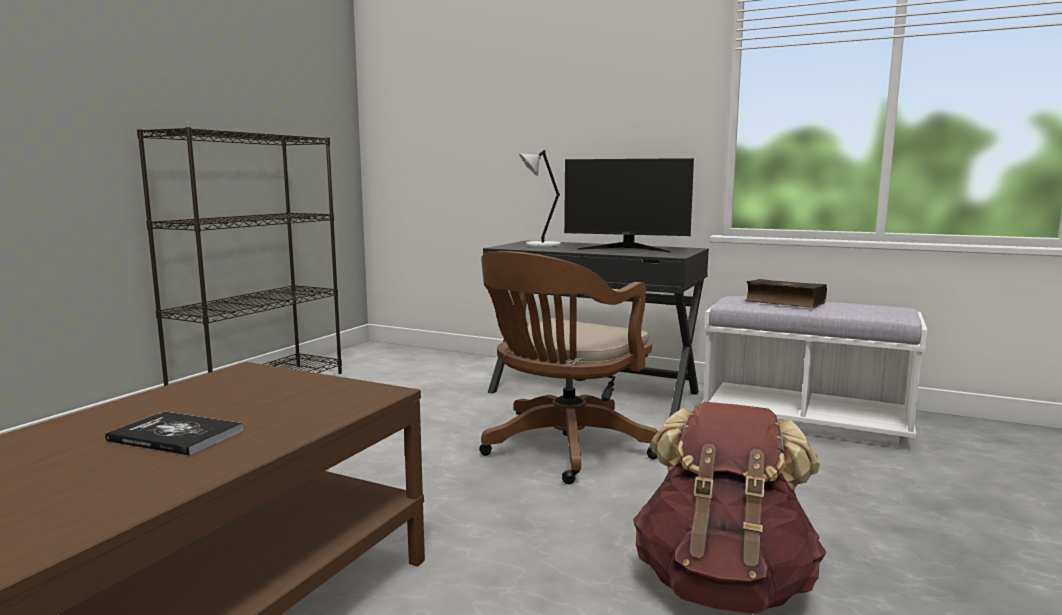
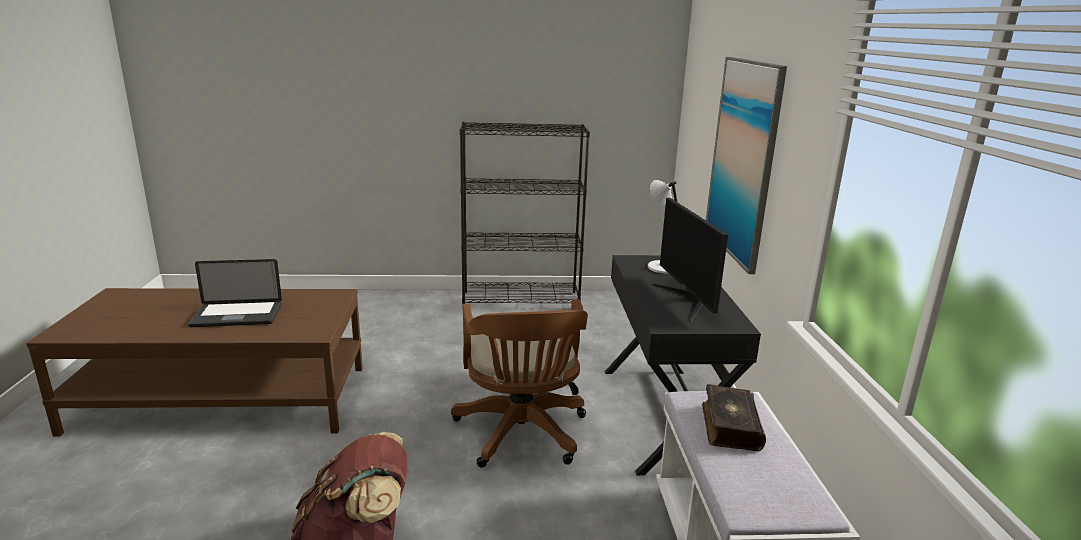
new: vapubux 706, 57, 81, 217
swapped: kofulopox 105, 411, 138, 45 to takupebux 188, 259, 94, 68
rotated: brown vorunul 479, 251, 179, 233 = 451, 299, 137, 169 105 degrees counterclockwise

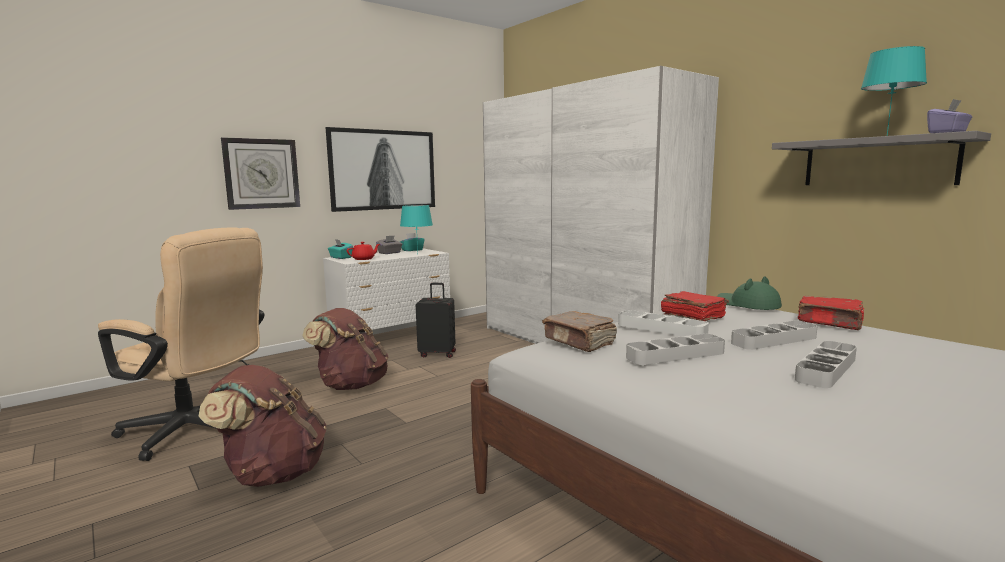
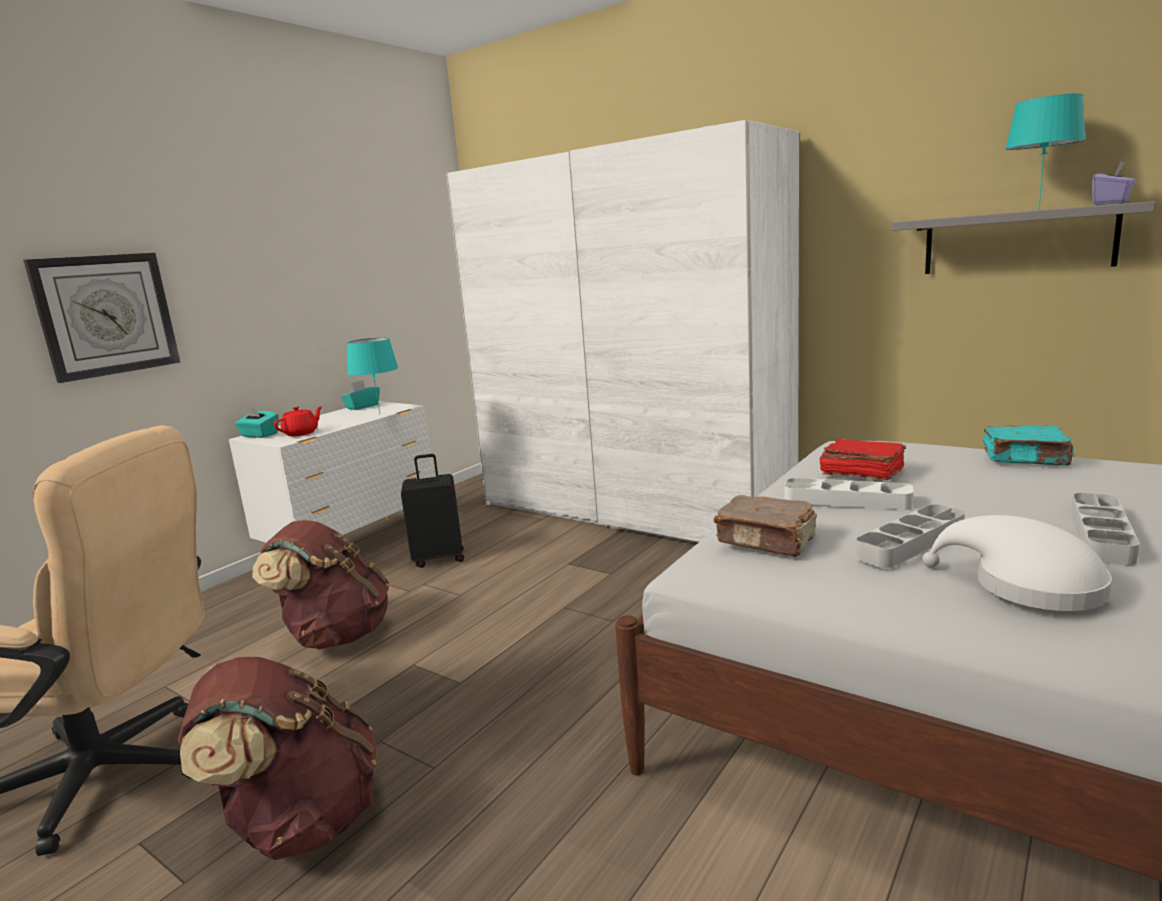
gone: vapubux 326, 127, 109, 85; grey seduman 376, 235, 26, 19; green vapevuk 717, 276, 65, 34; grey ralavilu 731, 321, 86, 29
new: white vapevuk 922, 515, 190, 96
repainted: red kofulopox 798, 296, 66, 34 to turquoise kofulopox 983, 425, 92, 41

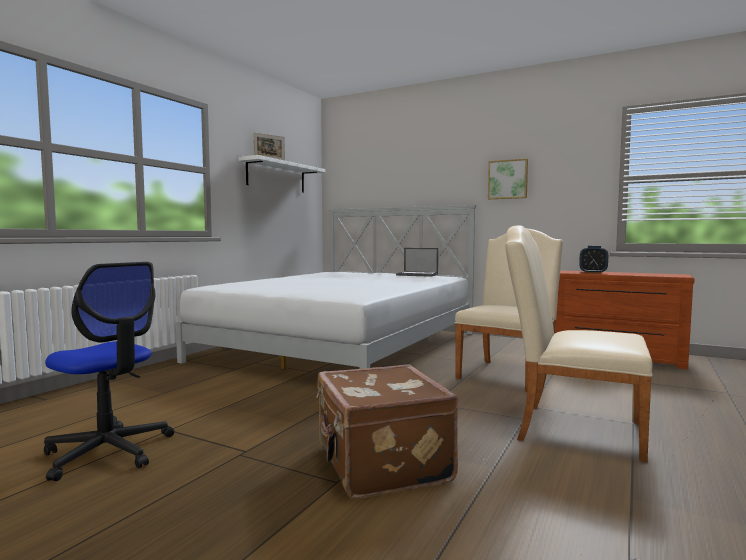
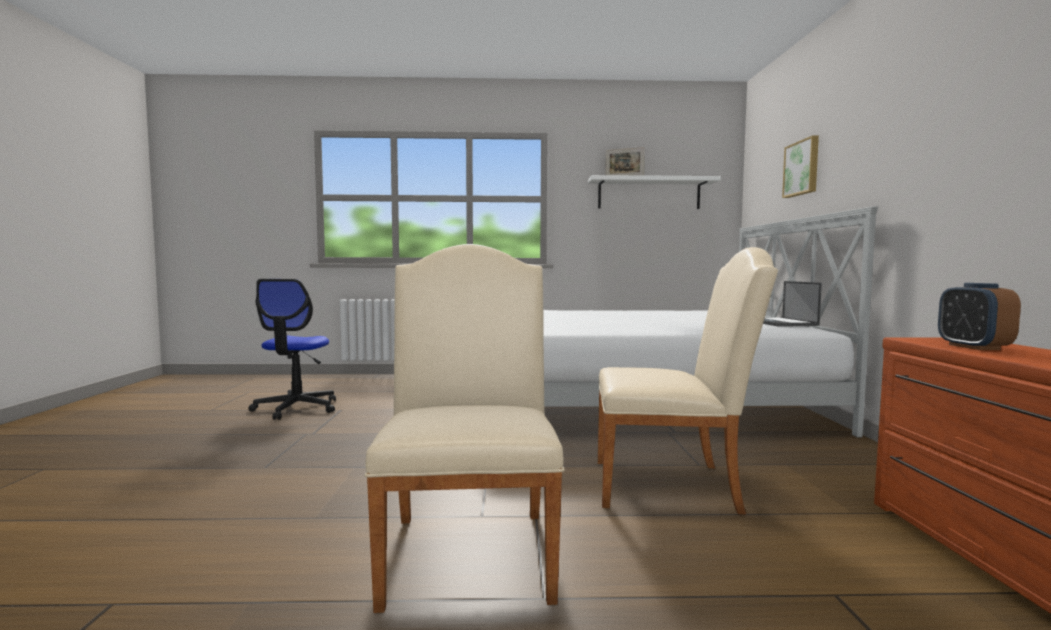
gone: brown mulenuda 316, 364, 142, 135
shifted: vapubux 488, 159, 40, 40 to 782, 135, 37, 63

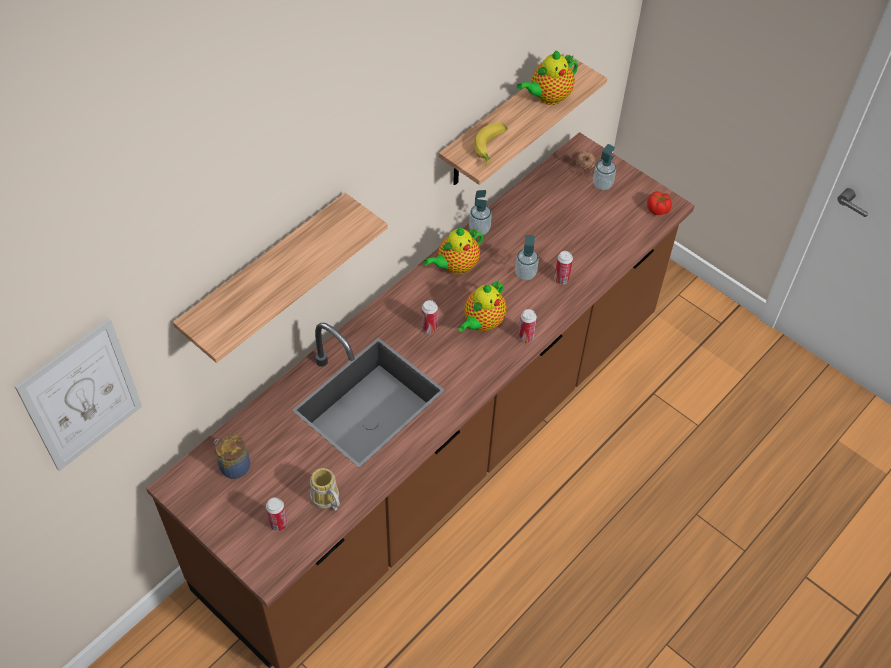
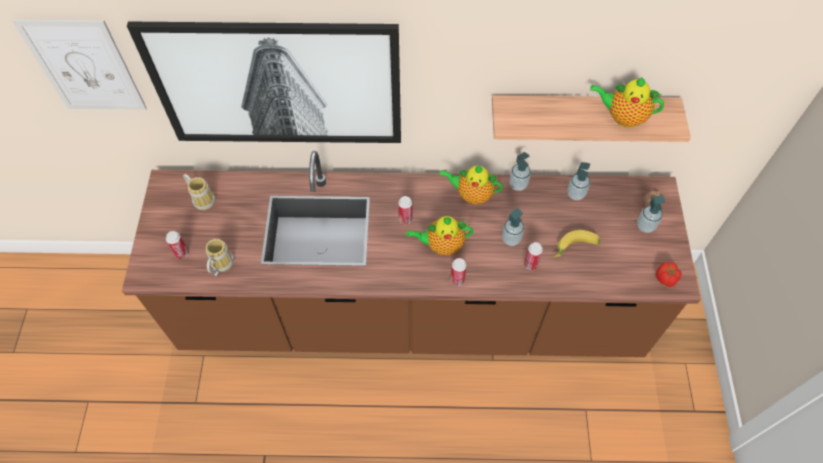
new: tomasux 567, 162, 23, 39
shifted: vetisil 474, 122, 34, 44 to 553, 230, 47, 27
swapped: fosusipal 173, 193, 215, 170 to vapubux 127, 22, 274, 121; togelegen 214, 434, 36, 45 to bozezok 183, 174, 32, 36

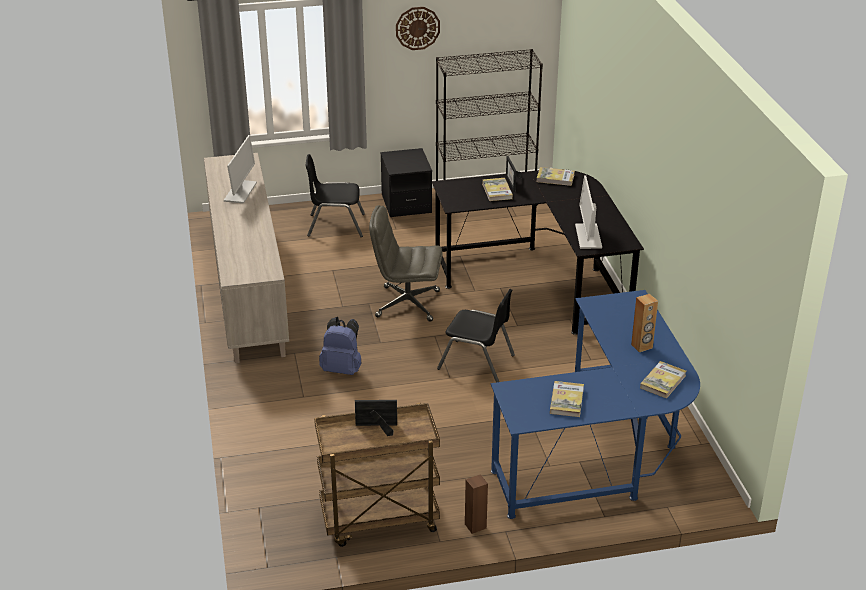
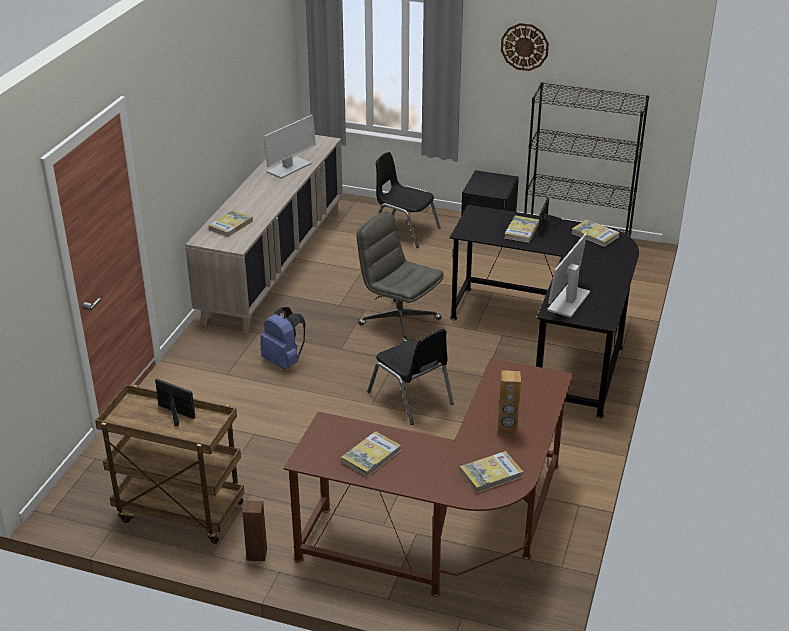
new: kofulopox 208, 210, 45, 27
repainted: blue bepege 491, 290, 209, 229 to brown bepege 284, 358, 289, 239

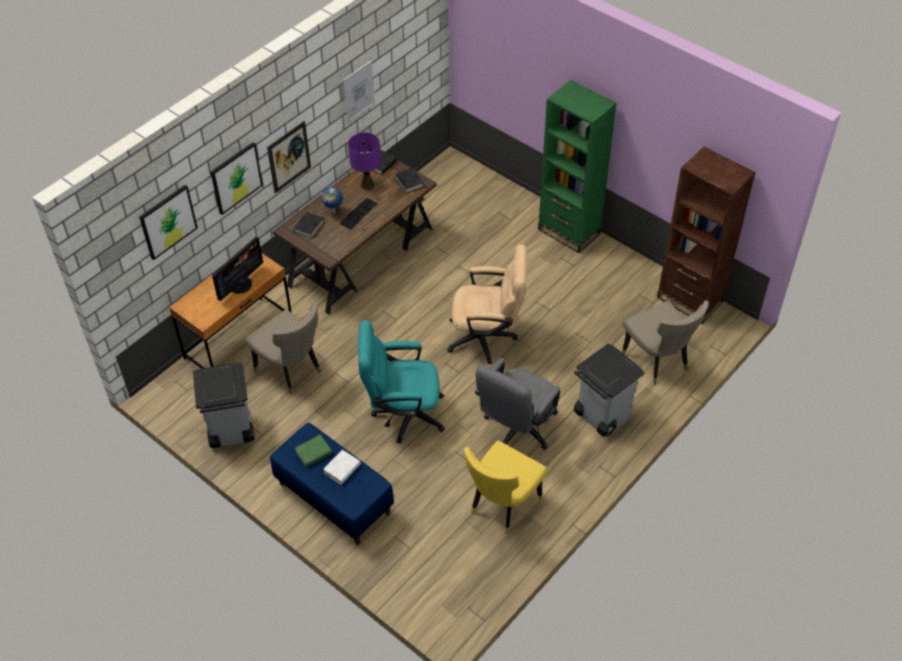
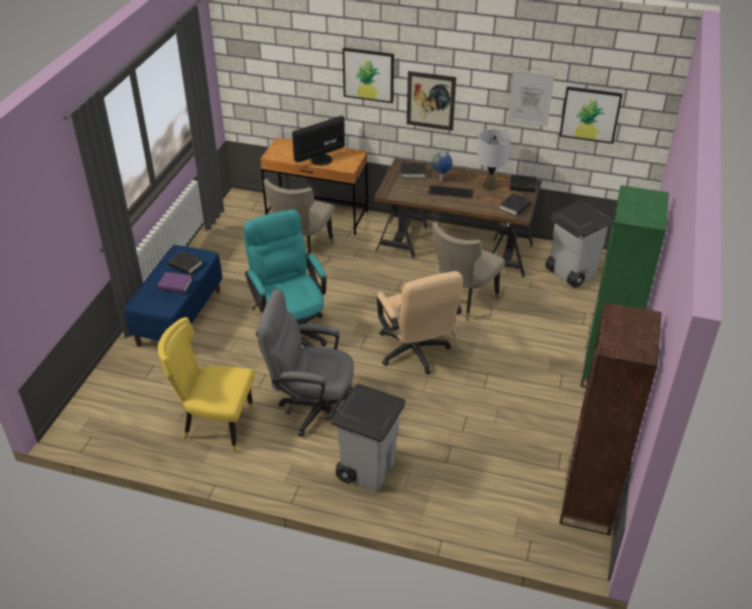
shifted: vapubux 139, 185, 59, 75 to 559, 86, 64, 58; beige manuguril 622, 300, 87, 85 to 432, 222, 73, 99; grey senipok 193, 363, 62, 85 to 545, 200, 68, 88
repainted: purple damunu 348, 133, 33, 57 to grey damunu 477, 129, 34, 61; green kofulopox 295, 435, 37, 32 to black kofulopox 168, 251, 35, 24; white kofulopox 323, 450, 38, 35 to purple kofulopox 158, 272, 34, 21
rotated: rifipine 212, 237, 51, 64 = 292, 116, 53, 50 135 degrees clockwise

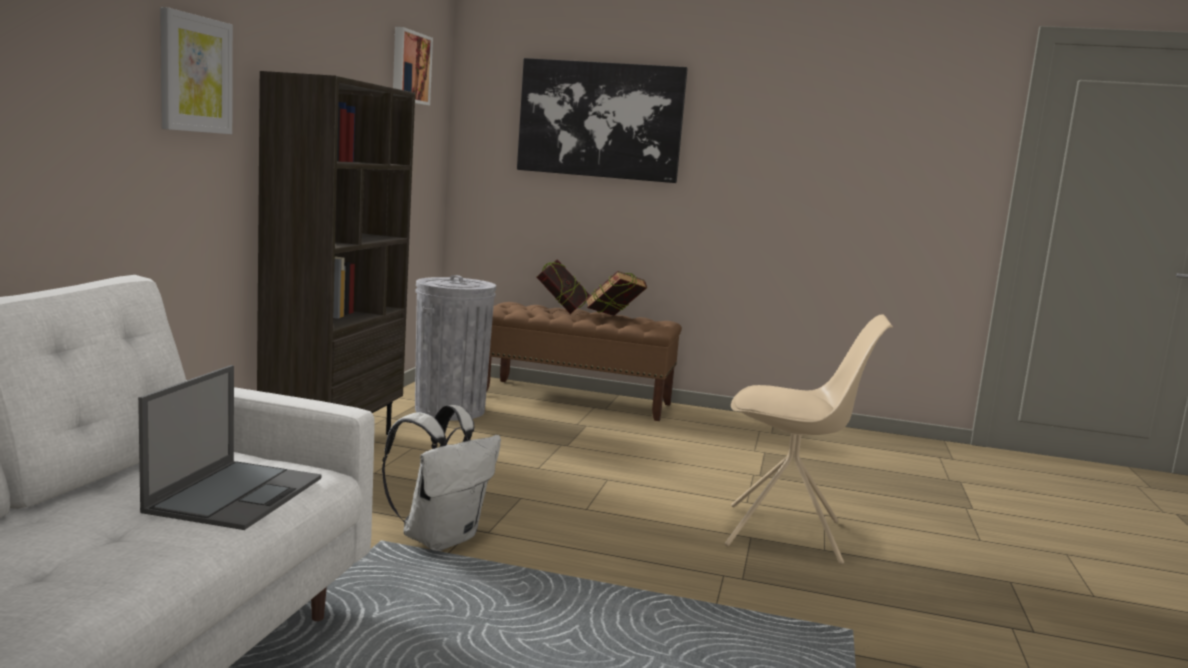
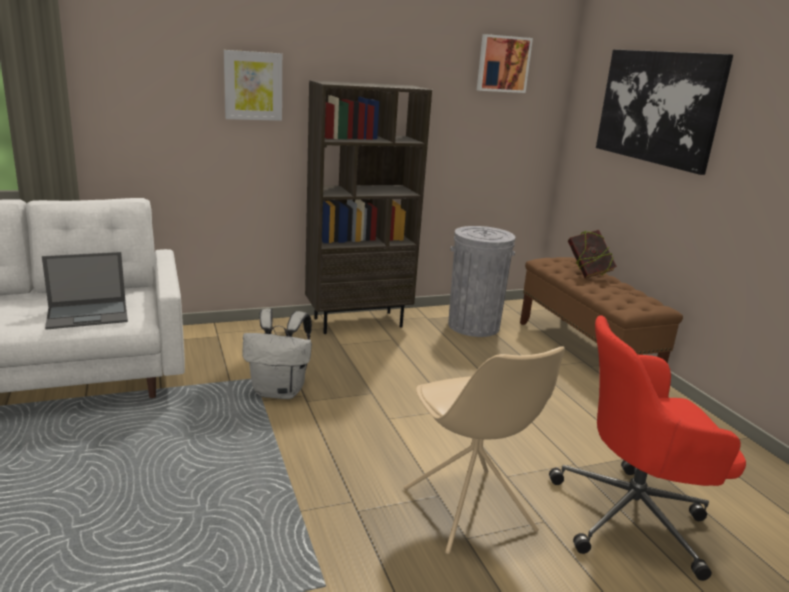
gone: kofulopox 585, 271, 62, 45
new: red vorunul 549, 315, 197, 266

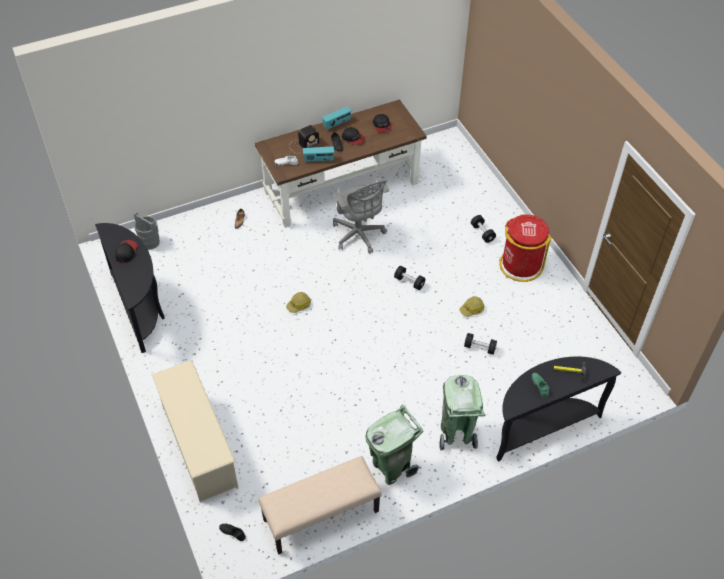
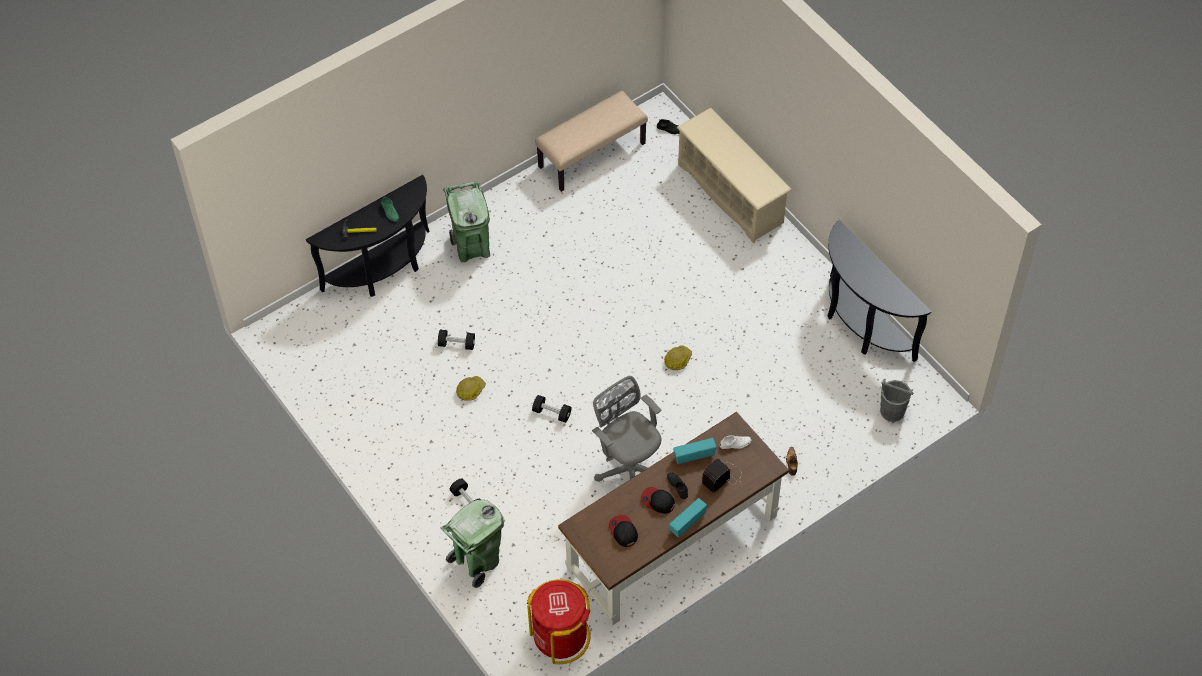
gone: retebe 115, 240, 22, 23
shifted: red senipok 499, 214, 53, 68 to 527, 579, 63, 85; green senipok 366, 405, 57, 80 to 440, 500, 64, 88

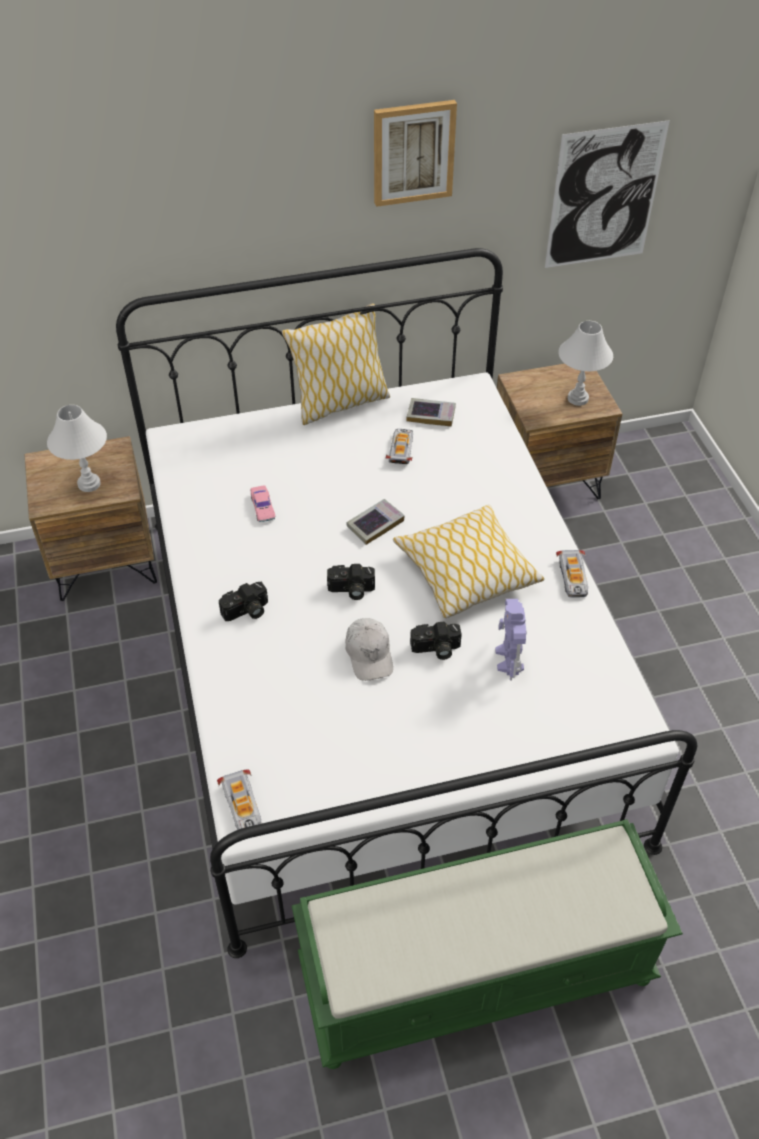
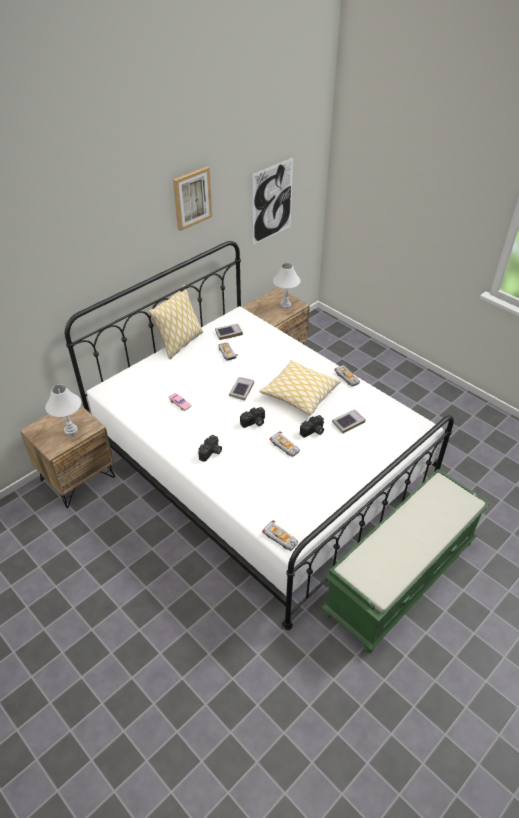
swapped: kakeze 495, 599, 32, 82 to kofulopox 332, 409, 34, 25; white retebe 345, 618, 48, 63 to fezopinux 269, 431, 31, 26

